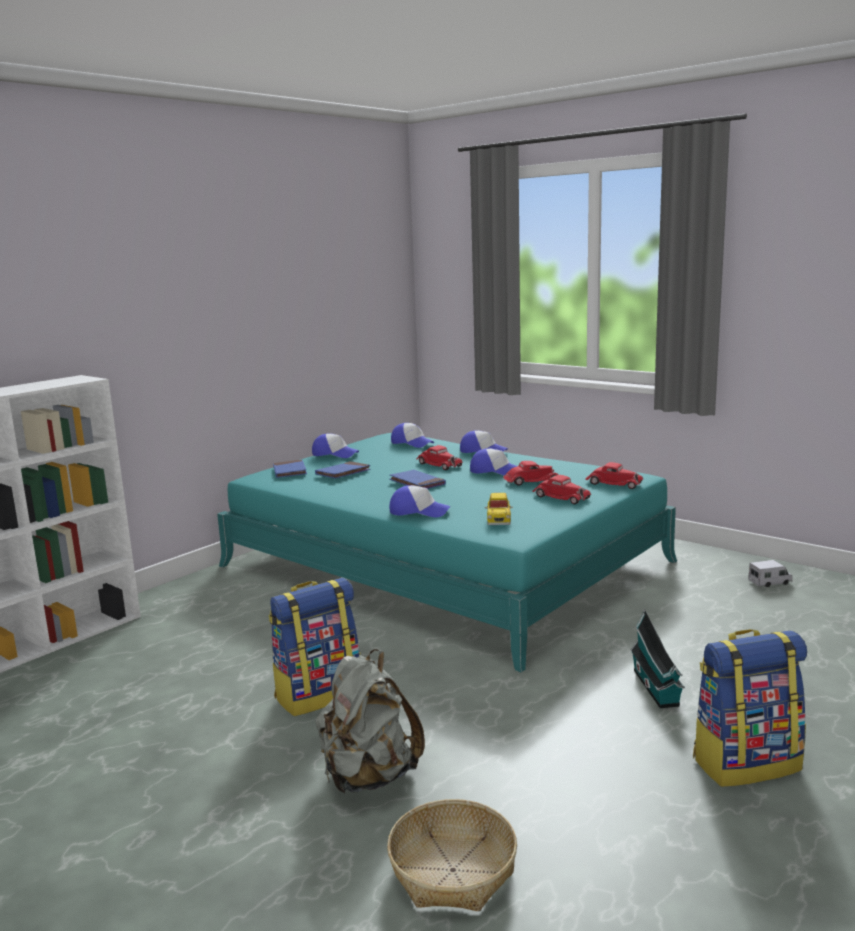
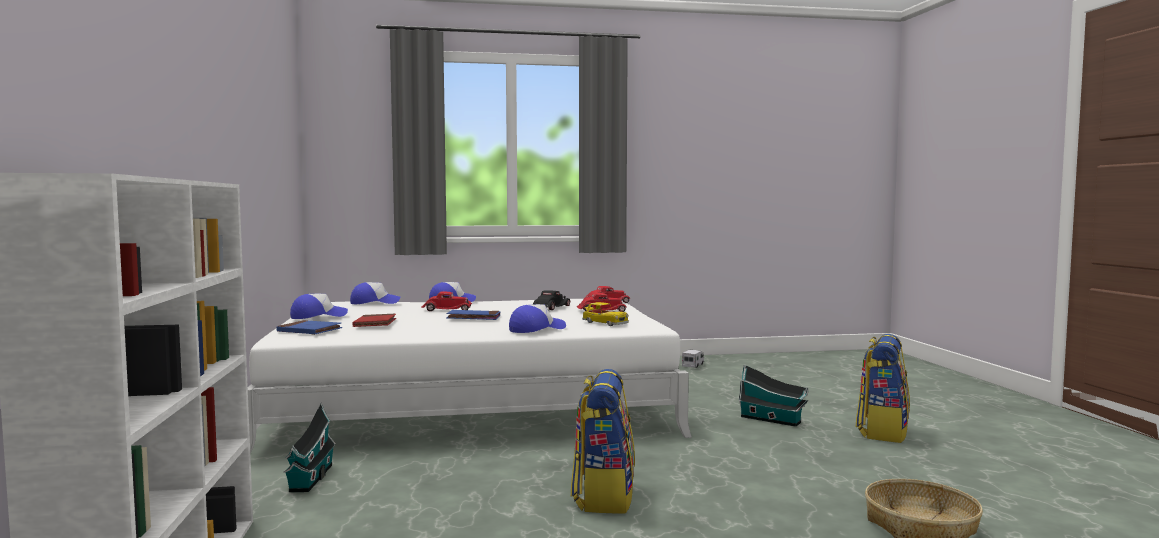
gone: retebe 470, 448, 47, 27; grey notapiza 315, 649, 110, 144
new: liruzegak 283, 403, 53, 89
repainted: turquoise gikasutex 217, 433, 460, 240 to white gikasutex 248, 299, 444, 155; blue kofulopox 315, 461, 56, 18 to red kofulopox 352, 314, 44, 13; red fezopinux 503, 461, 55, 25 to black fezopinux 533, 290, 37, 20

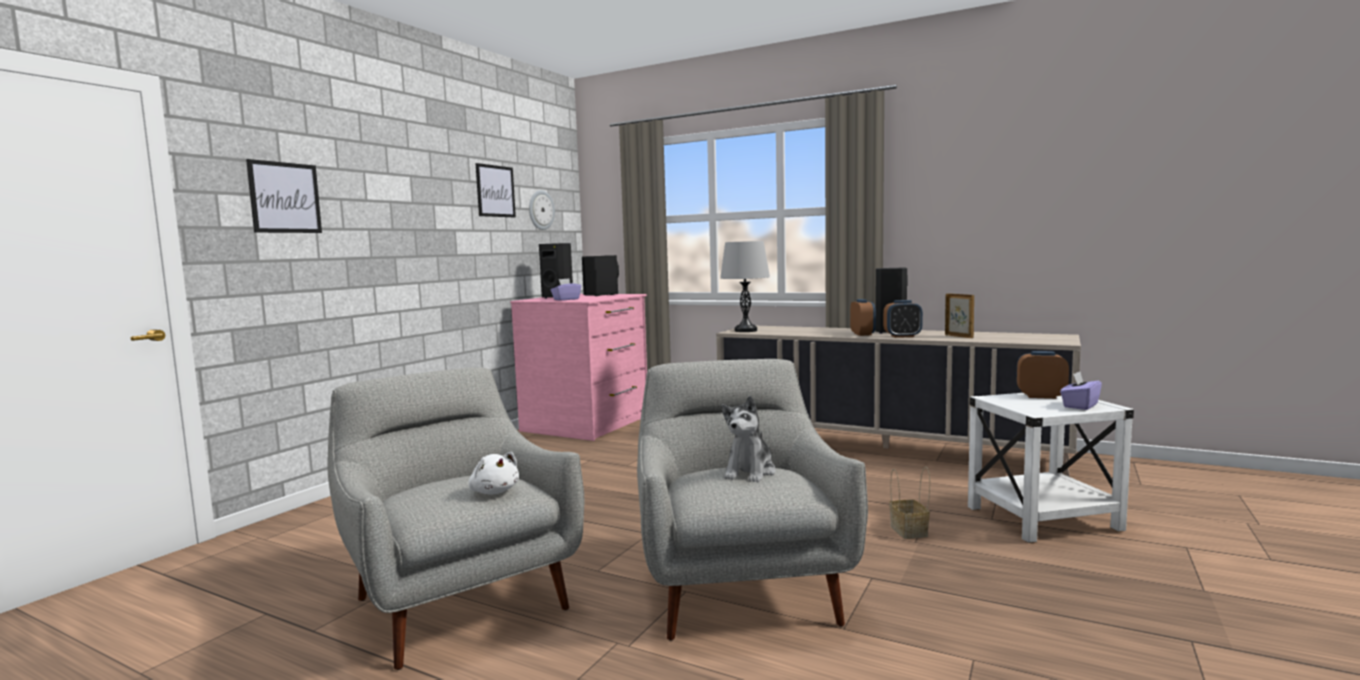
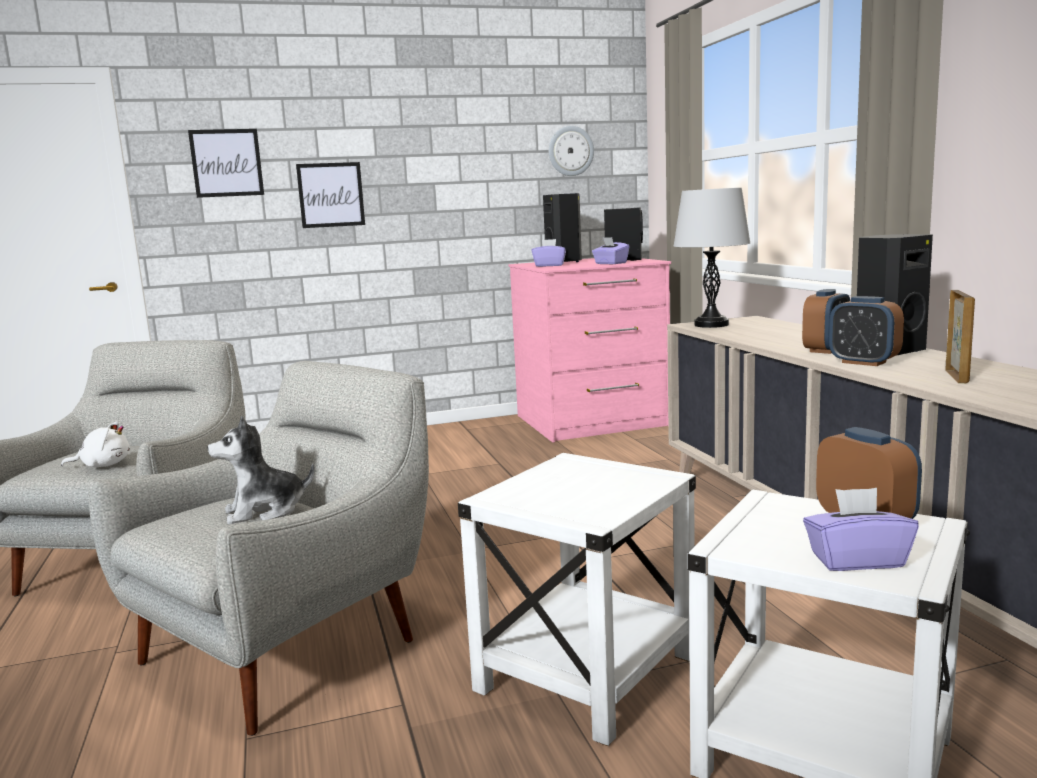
new: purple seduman 592, 237, 38, 28
shifted: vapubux 476, 163, 40, 54 to 296, 162, 69, 66
swapped: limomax 889, 467, 41, 72 to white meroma 458, 453, 238, 293
rotated: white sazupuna 468, 452, 51, 43 = 61, 421, 69, 46 105 degrees counterclockwise

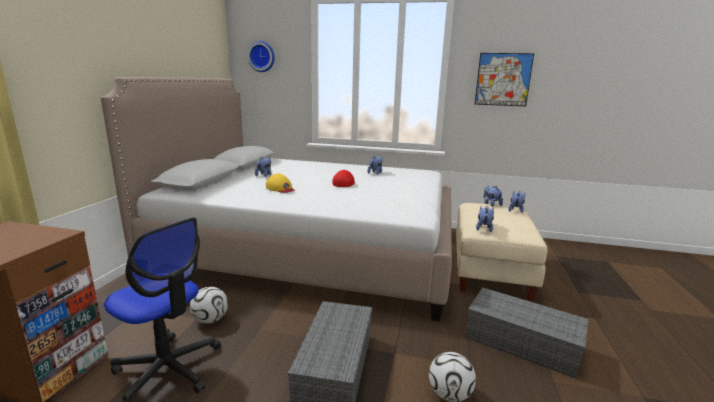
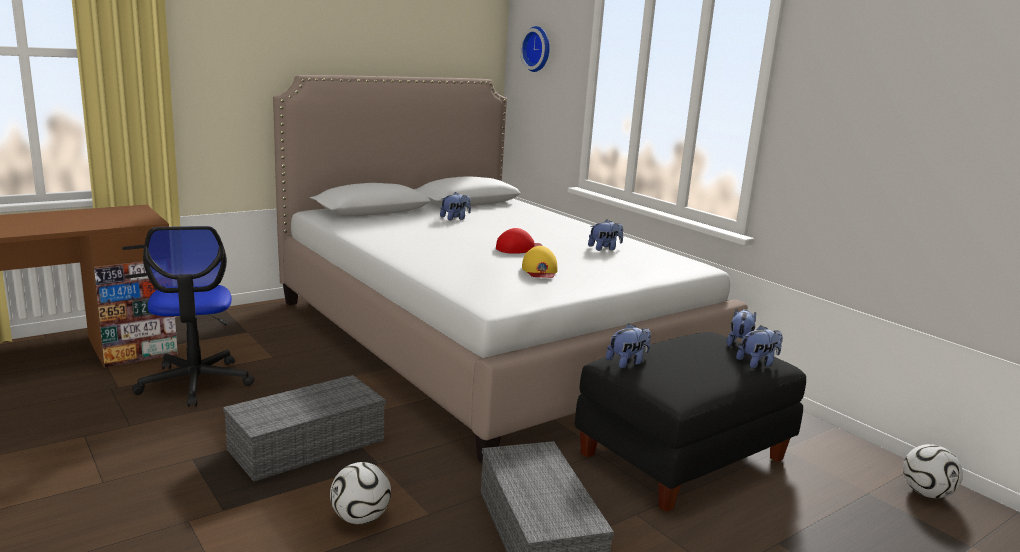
gone: vapubux 475, 53, 59, 53
shifted: yellow retebe 266, 173, 29, 20 to 522, 246, 36, 32; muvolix 190, 287, 38, 37 to 903, 444, 60, 54
repainted: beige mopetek 456, 203, 91, 98 to black mopetek 575, 332, 231, 180

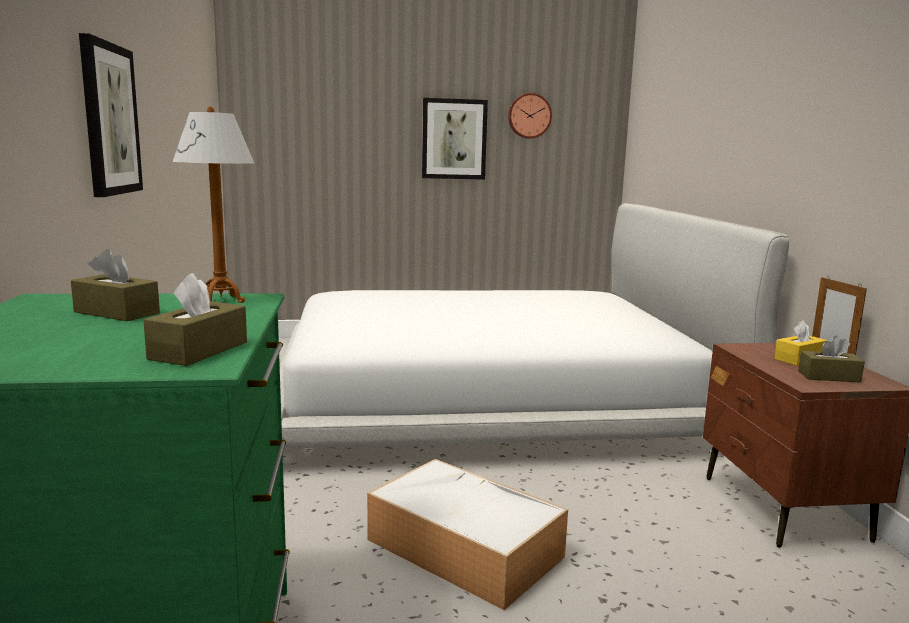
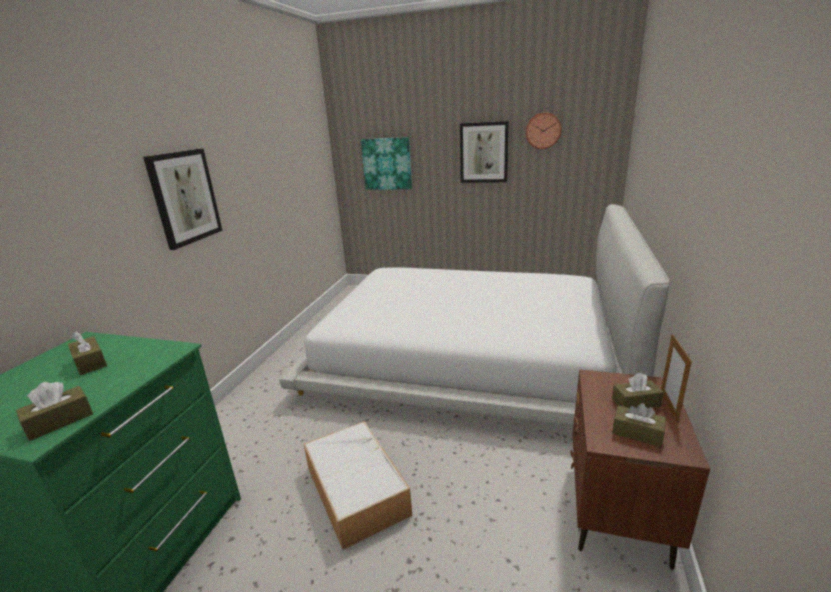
gone: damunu 173, 106, 81, 197
new: vapubux 361, 137, 51, 53
repainted: yellow seduman 774, 320, 54, 46 to brown seduman 612, 373, 52, 35

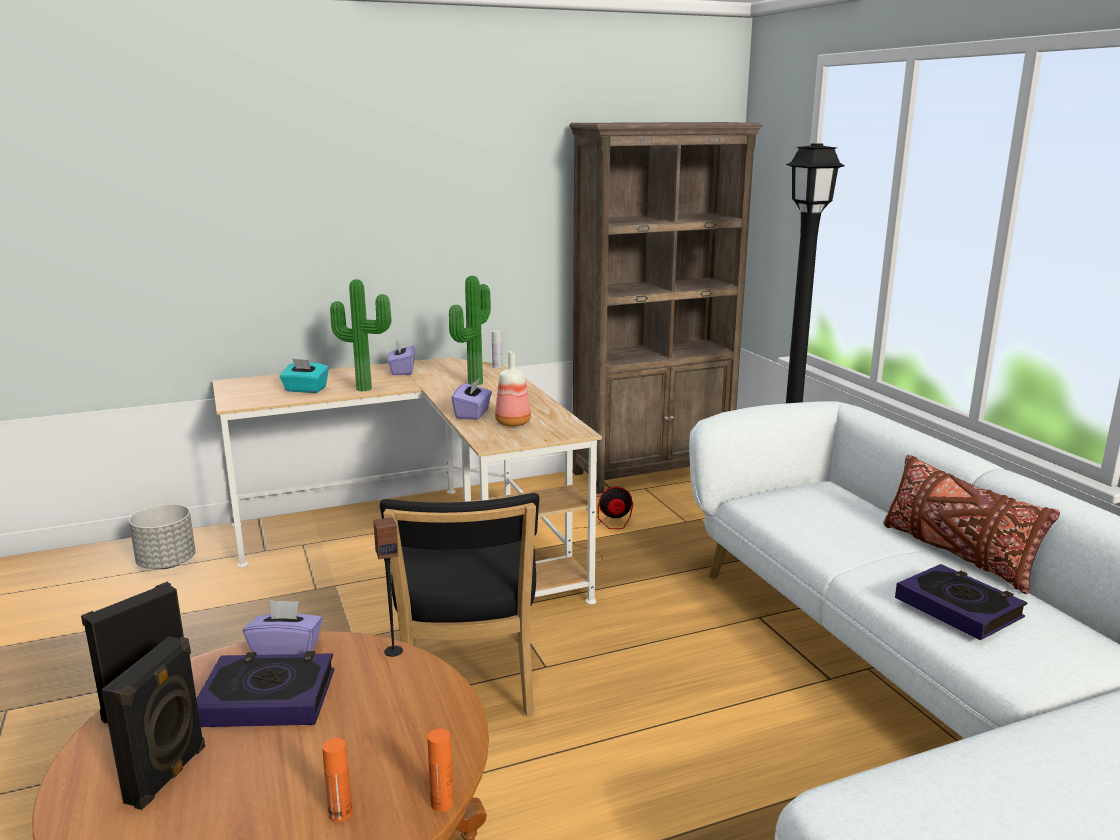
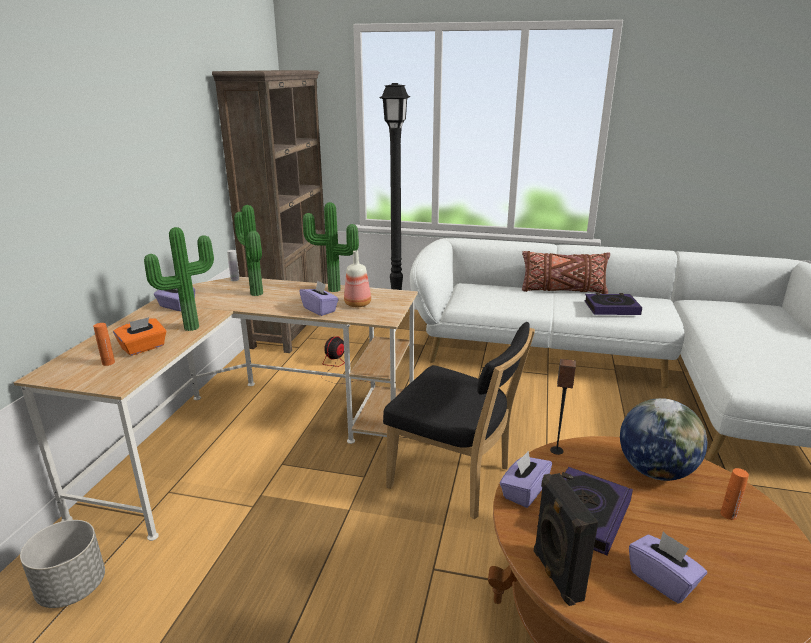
new: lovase 303, 202, 56, 90; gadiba 620, 398, 87, 83
shifted: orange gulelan 428, 729, 26, 83 to 93, 323, 22, 43
swapped: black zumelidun 101, 637, 104, 173 to purple seduman 629, 531, 78, 73
repainted: turquoise seduman 279, 358, 50, 35 to orange seduman 113, 317, 53, 39

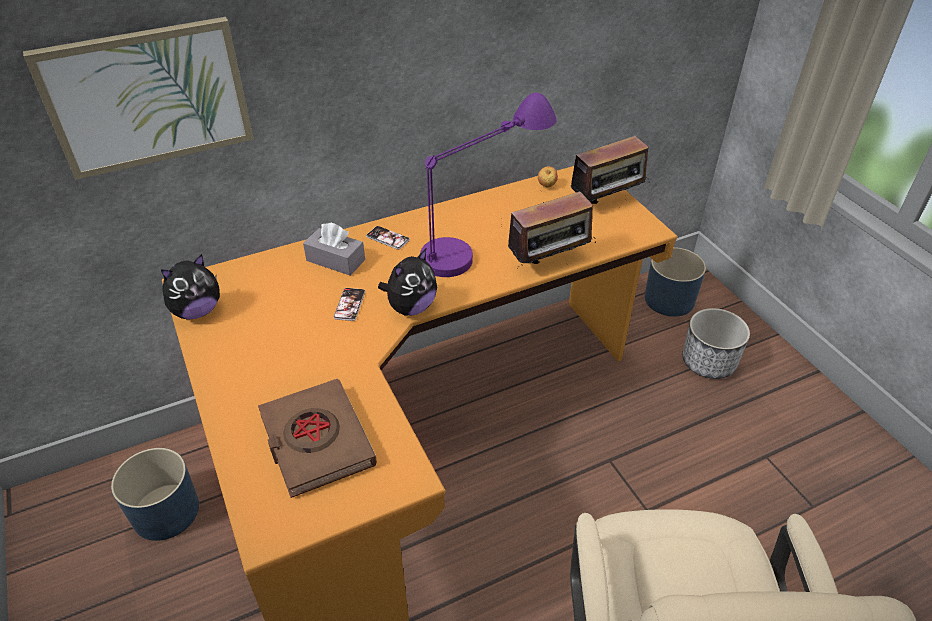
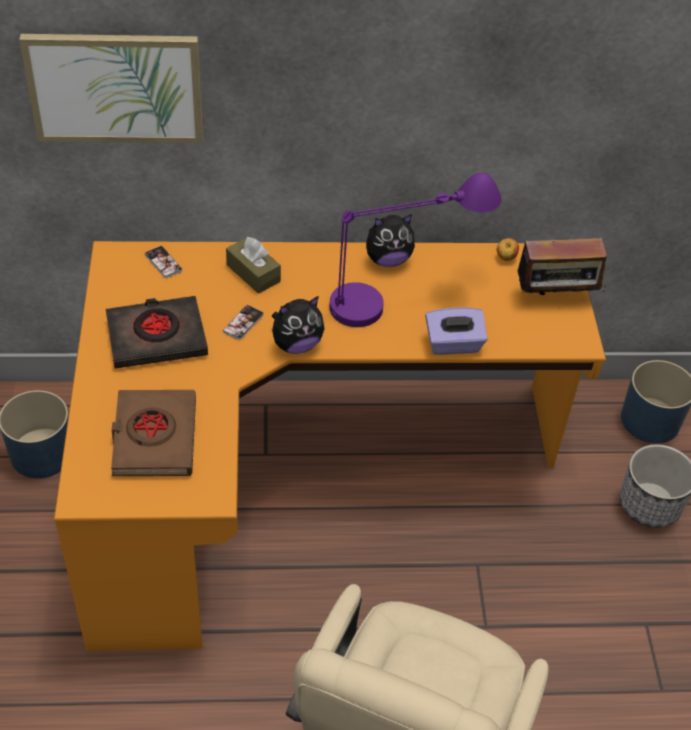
new: black kofulopox 106, 296, 102, 72
shifted: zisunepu 366, 226, 44, 24 to 144, 246, 38, 32; sazupuna 161, 254, 59, 66 to 366, 214, 49, 53
swapped: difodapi 501, 191, 95, 76 to purple seduman 425, 308, 63, 47
repainted: grey seduman 303, 223, 62, 53 to brown seduman 226, 237, 55, 57

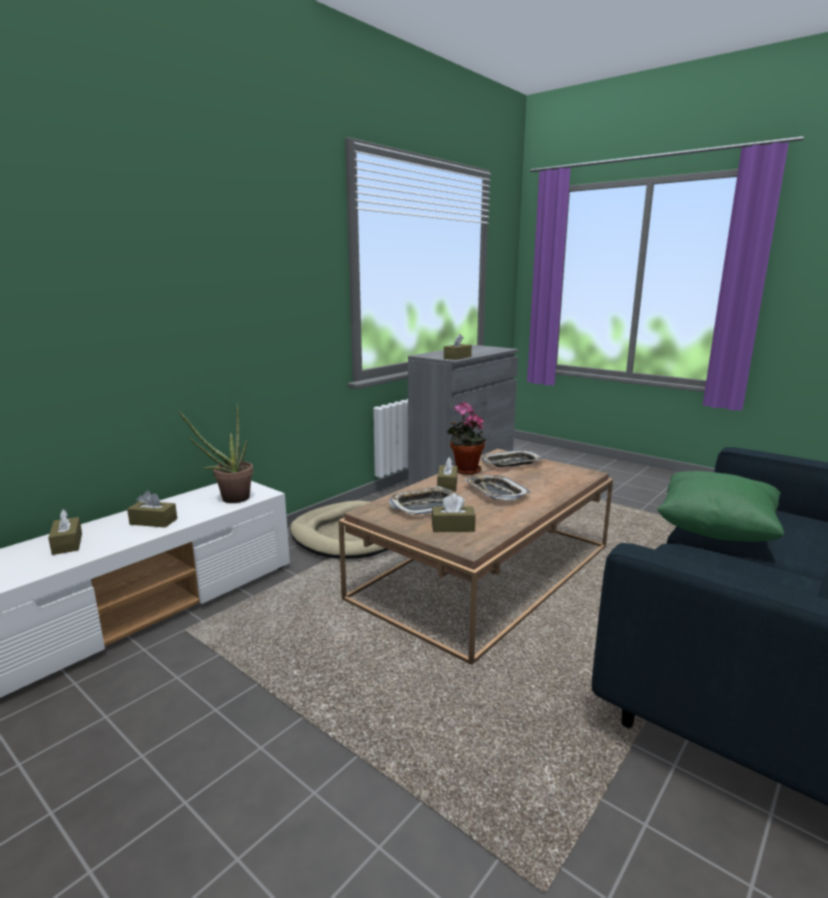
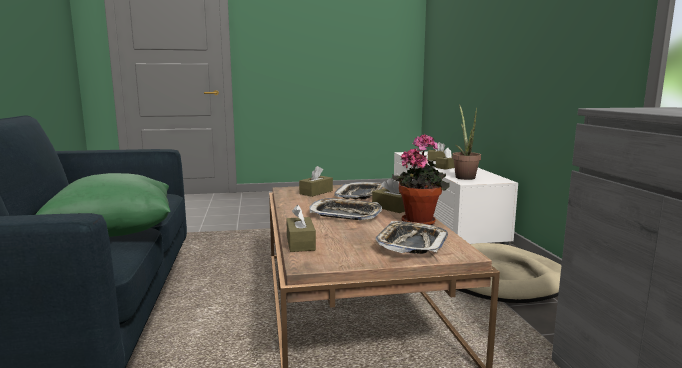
shifted: brown seduman 444, 334, 28, 26 to 286, 205, 30, 47

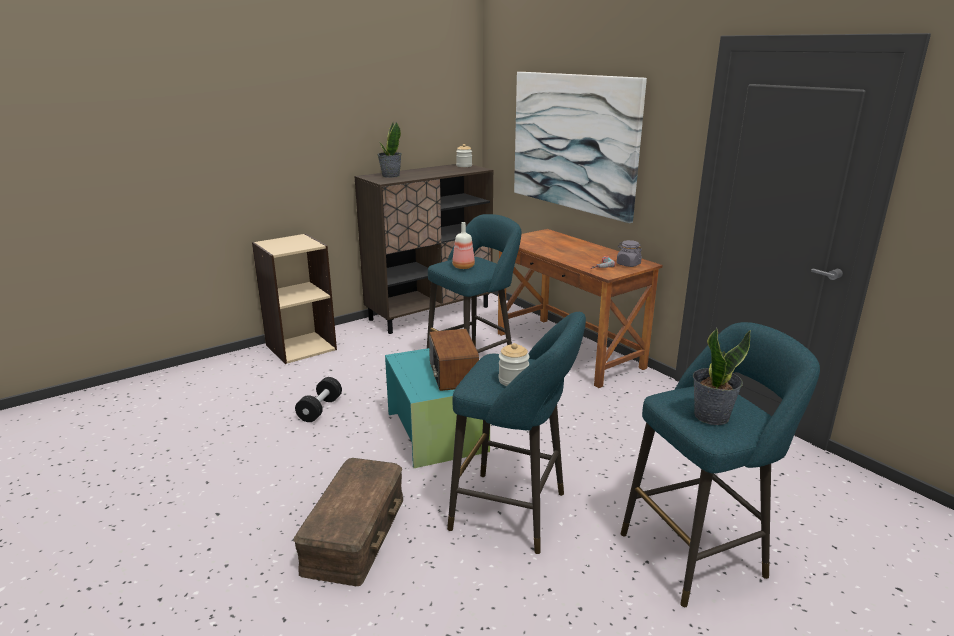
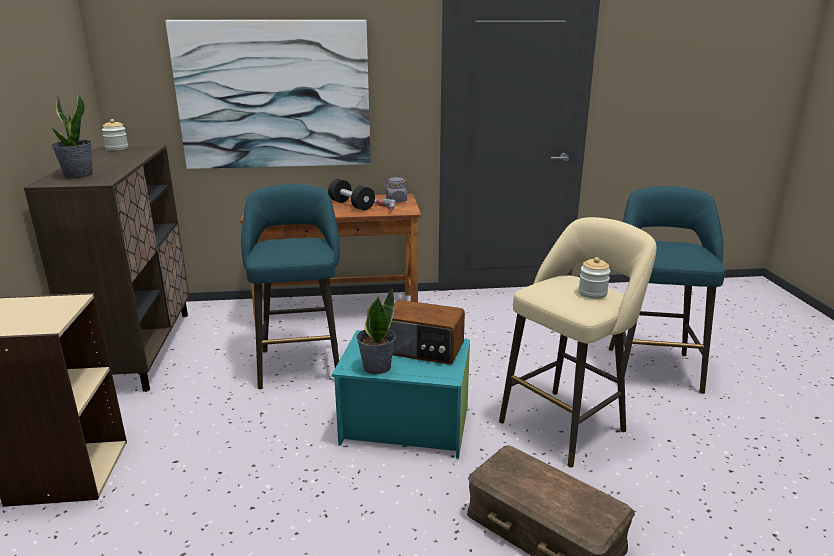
gone: gulelan 452, 222, 23, 47
shifted: lovase 693, 328, 58, 97 to 356, 289, 40, 86; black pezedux 295, 377, 47, 45 to 328, 179, 47, 31
repainted: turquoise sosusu 447, 312, 139, 242 to beige sosusu 499, 217, 158, 250

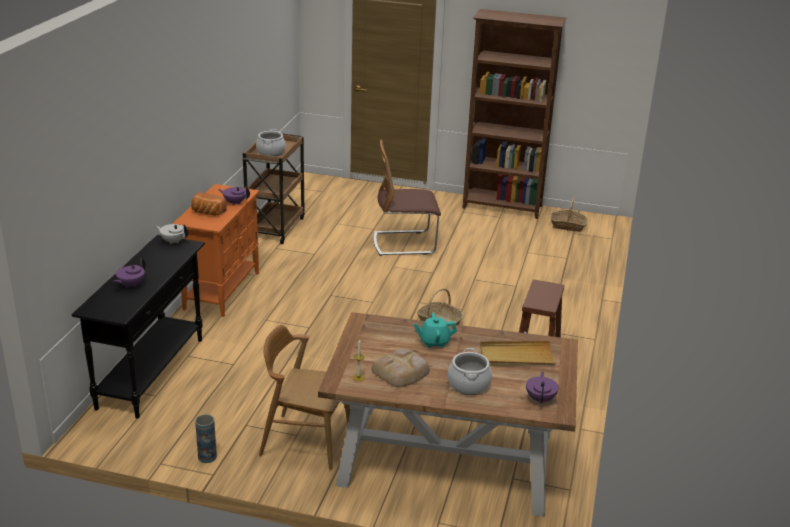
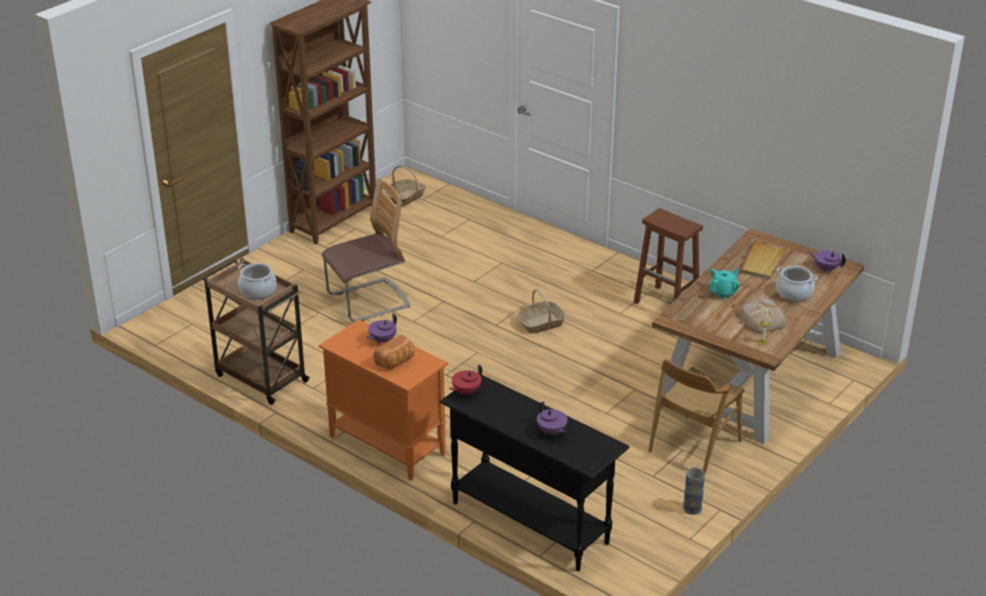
repainted: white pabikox 156, 224, 32, 20 to red pabikox 449, 364, 33, 31
rotated: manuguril 373, 139, 68, 117 = 322, 178, 88, 144 135 degrees counterclockwise; turquoise pabikox 414, 313, 43, 35 = 710, 268, 30, 31 150 degrees counterclockwise

